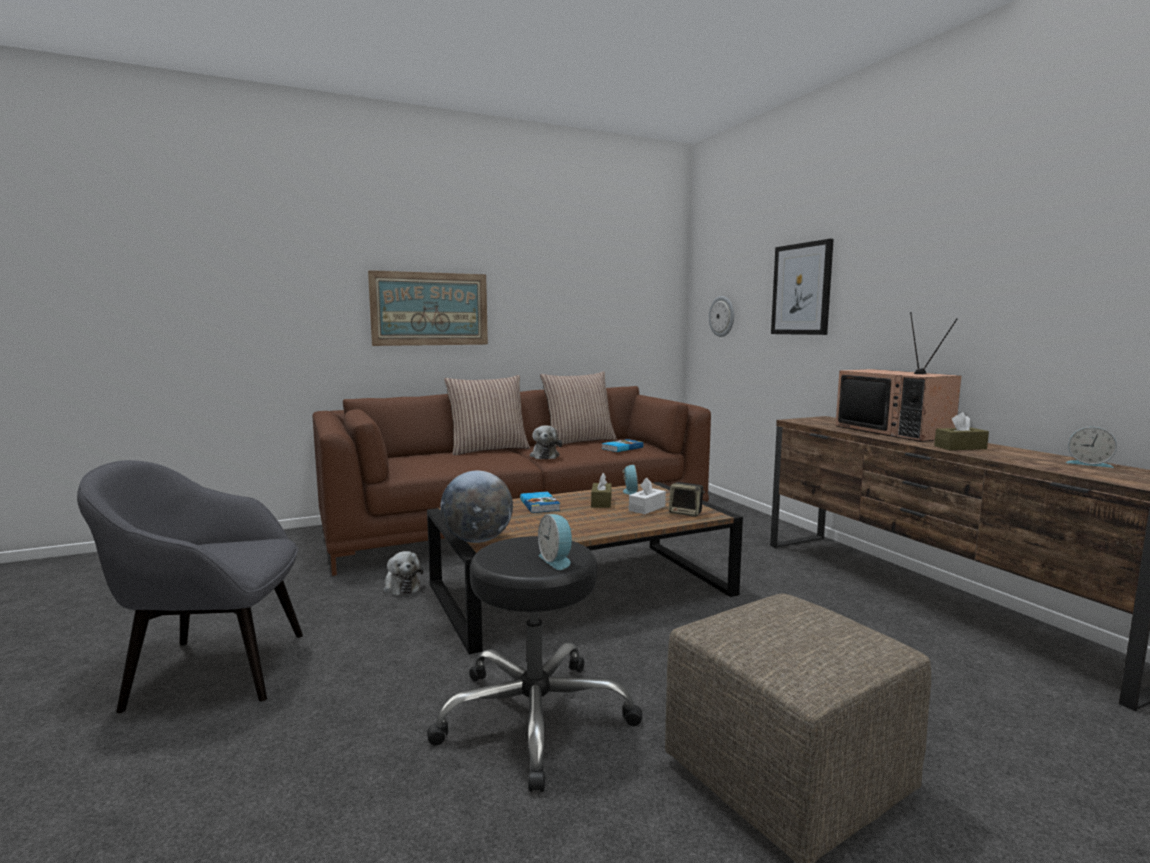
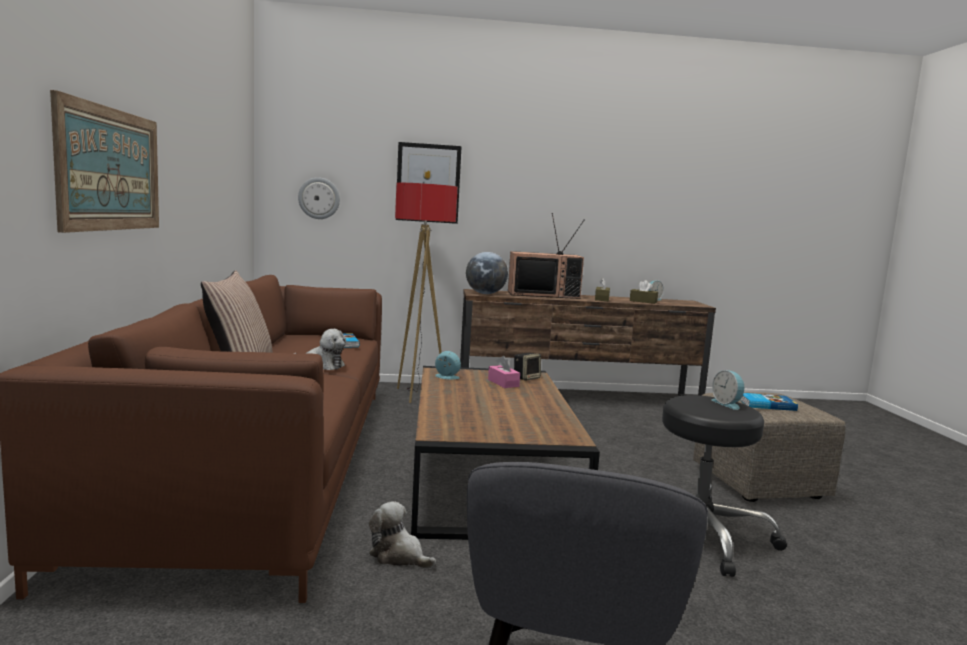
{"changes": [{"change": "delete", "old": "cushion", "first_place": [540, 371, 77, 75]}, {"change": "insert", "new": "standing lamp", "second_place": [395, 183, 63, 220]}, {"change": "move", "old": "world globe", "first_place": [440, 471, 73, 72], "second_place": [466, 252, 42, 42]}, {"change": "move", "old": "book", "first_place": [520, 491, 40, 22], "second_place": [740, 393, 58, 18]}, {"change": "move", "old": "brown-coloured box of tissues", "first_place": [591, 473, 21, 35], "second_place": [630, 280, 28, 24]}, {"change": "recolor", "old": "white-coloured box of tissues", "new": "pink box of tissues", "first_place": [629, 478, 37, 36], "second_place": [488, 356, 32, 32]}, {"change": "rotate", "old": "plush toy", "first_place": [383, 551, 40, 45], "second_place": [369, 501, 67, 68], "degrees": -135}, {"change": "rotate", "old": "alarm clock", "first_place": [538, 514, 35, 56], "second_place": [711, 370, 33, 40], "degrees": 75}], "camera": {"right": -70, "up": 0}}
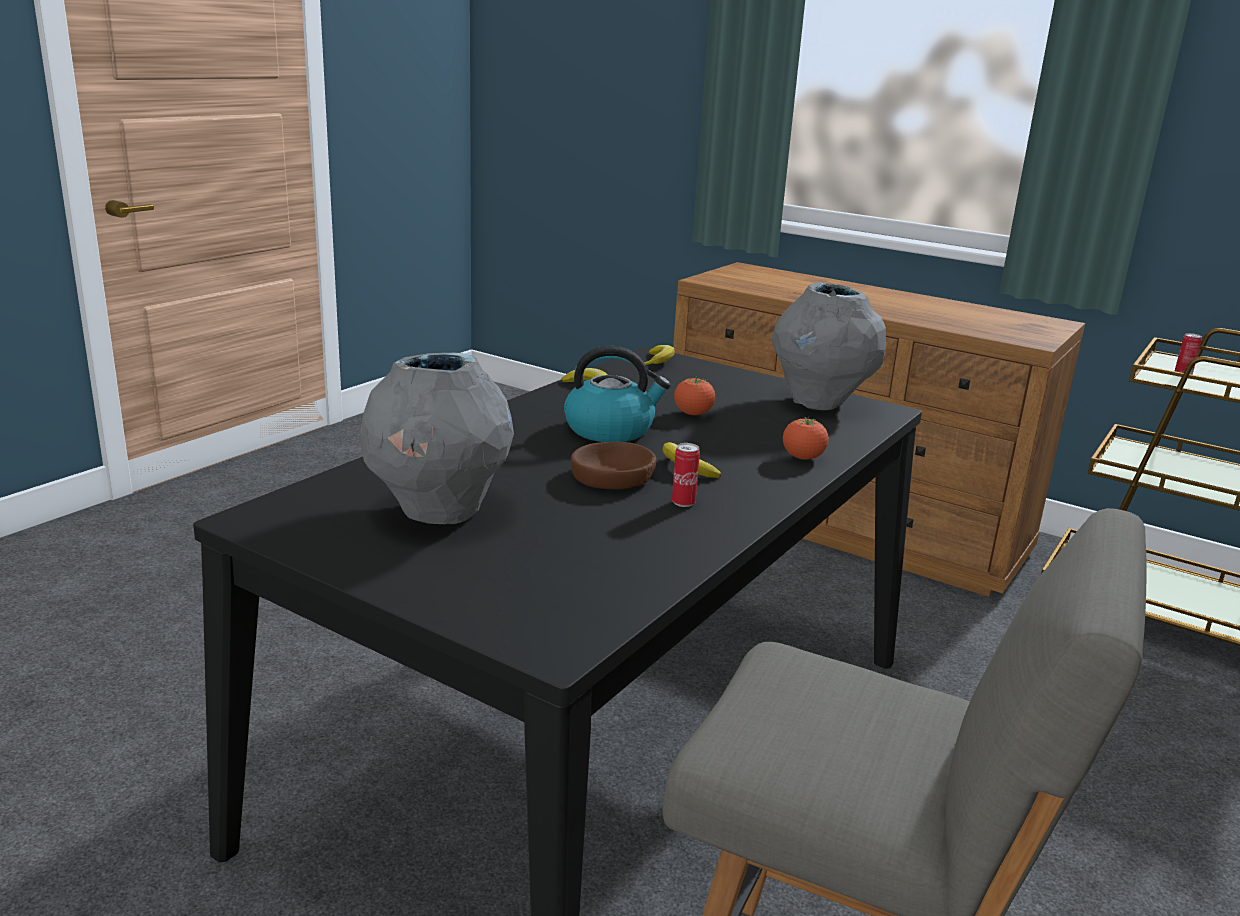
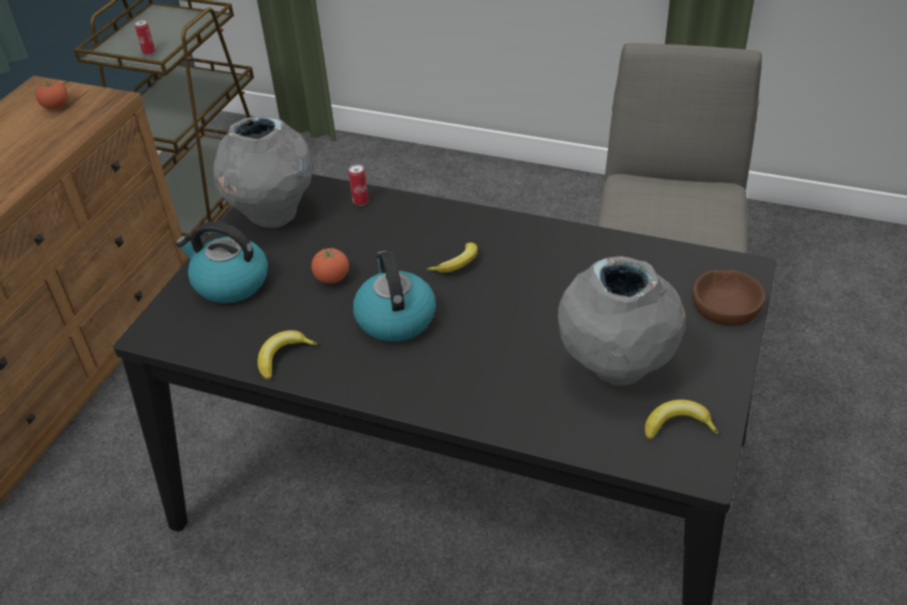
{"changes": [{"change": "insert", "new": "water kettle", "second_place": [176, 221, 92, 82]}, {"change": "move", "old": "brown-coloured deep dish", "first_place": [571, 442, 85, 47], "second_place": [692, 270, 73, 56]}, {"change": "move", "old": "banana fruit", "first_place": [644, 345, 31, 21], "second_place": [645, 400, 73, 40]}, {"change": "move", "old": "can", "first_place": [672, 443, 28, 64], "second_place": [348, 164, 20, 42]}, {"change": "move", "old": "whole tomato", "first_place": [783, 417, 46, 43], "second_place": [36, 80, 32, 30]}], "camera": {"right": -100, "up": 20}}
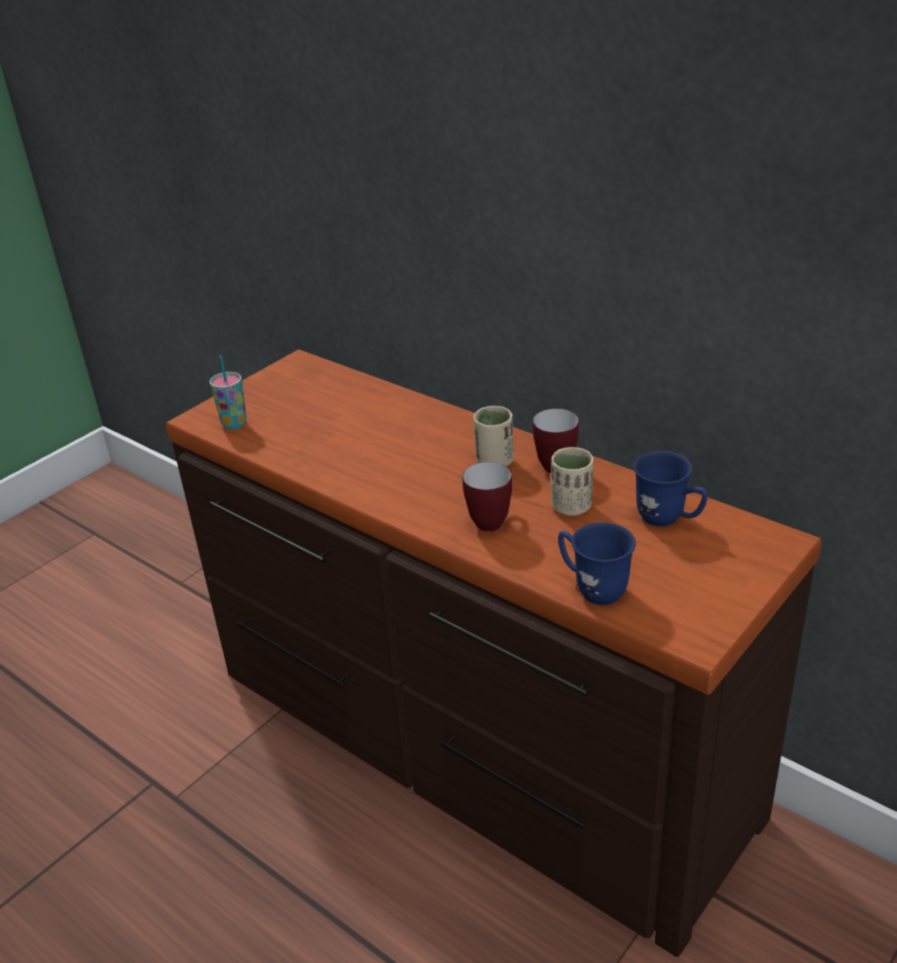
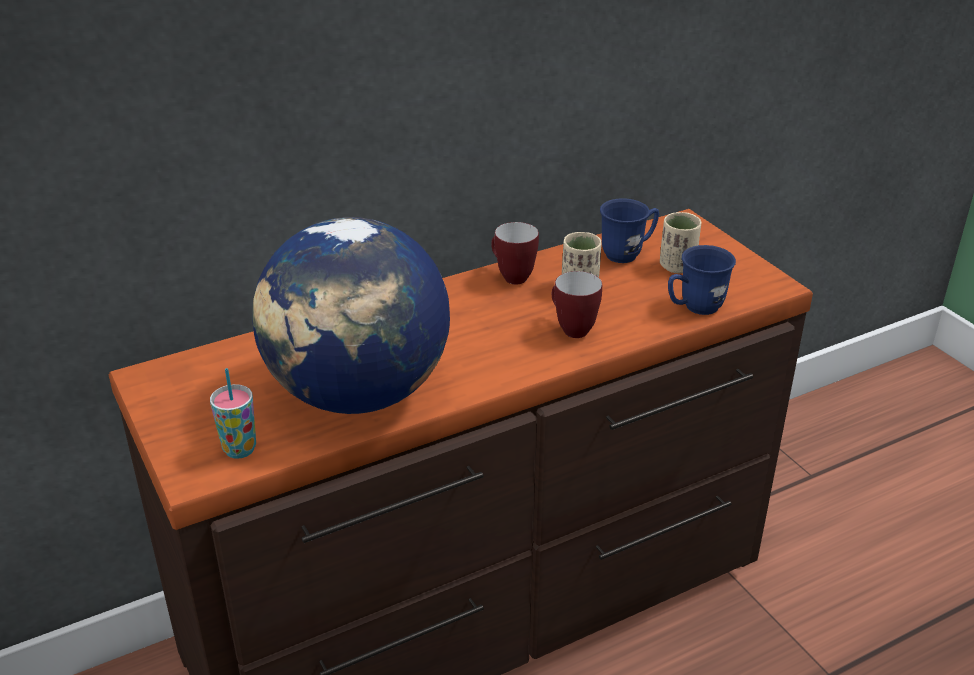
{"changes": [{"change": "insert", "new": "world globe", "second_place": [252, 217, 198, 197]}, {"change": "move", "old": "sand-coloured small cup", "first_place": [473, 406, 41, 60], "second_place": [660, 212, 41, 61]}], "camera": {"right": -70, "up": 0}}
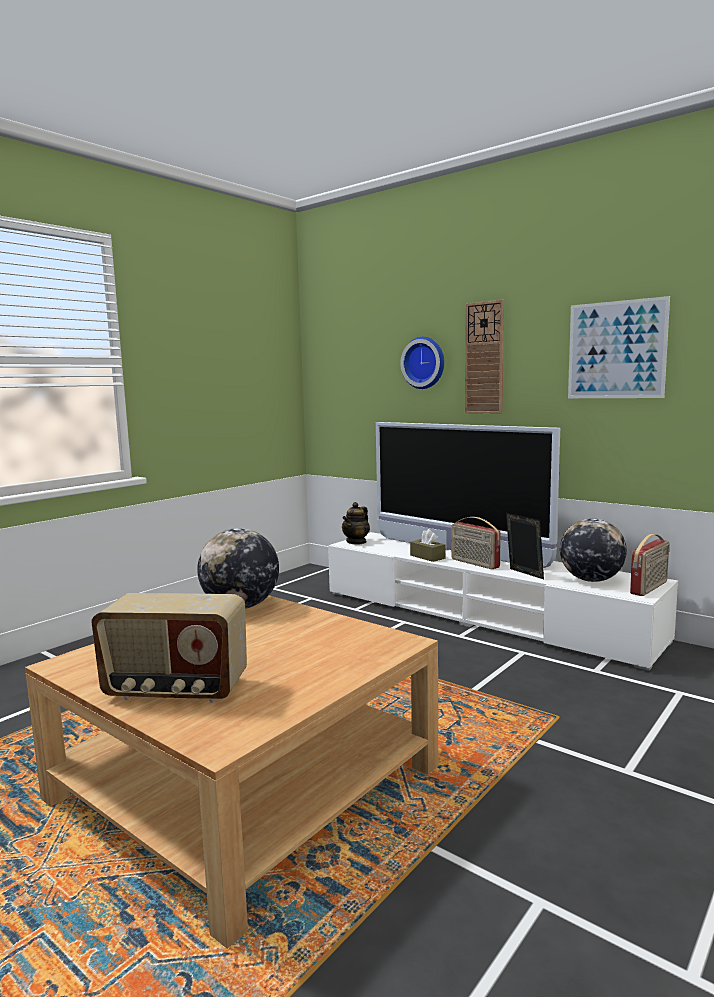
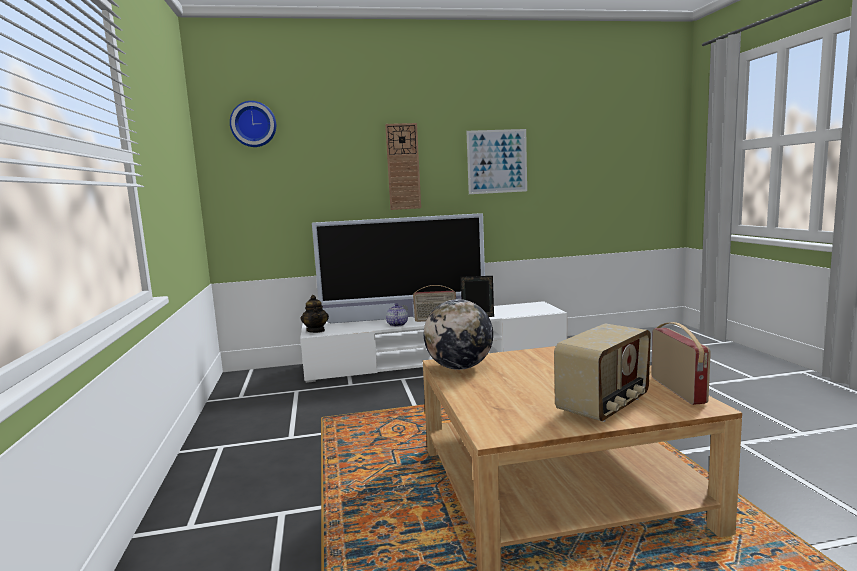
{"changes": [{"change": "delete", "old": "world globe", "first_place": [560, 518, 67, 64]}, {"change": "move", "old": "wall clock", "first_place": [400, 337, 44, 52], "second_place": [230, 101, 46, 46]}, {"change": "move", "old": "radio set", "first_place": [630, 534, 39, 62], "second_place": [651, 322, 60, 83]}, {"change": "replace", "old": "brown-coloured box of tissues", "new": "teapot", "first_place": [410, 529, 36, 33], "second_place": [386, 304, 22, 23]}], "camera": {"right": -50, "up": 0}}
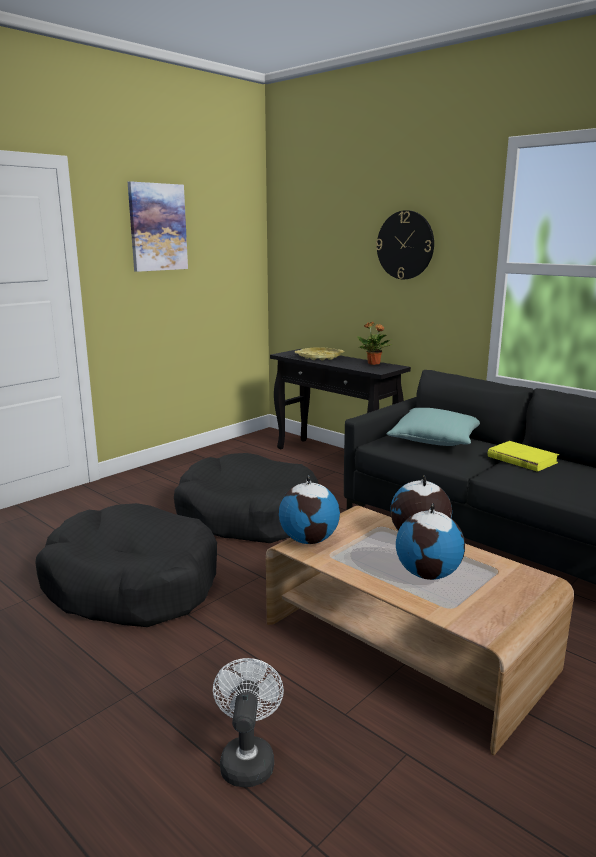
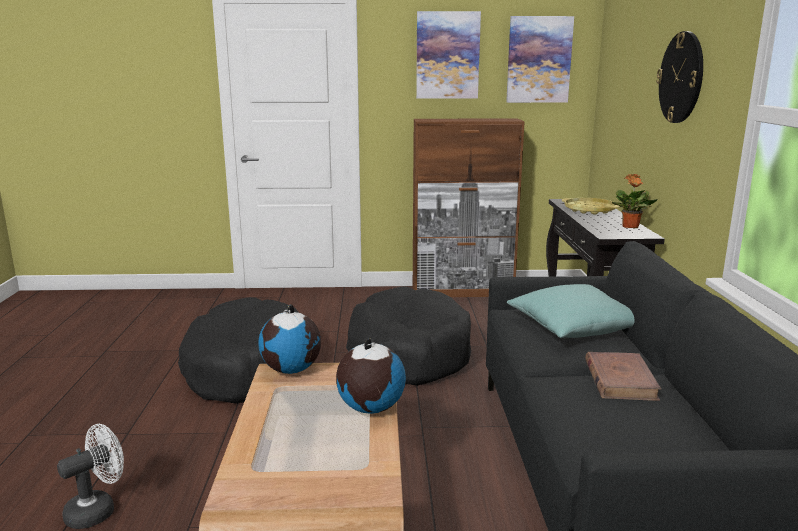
{"changes": [{"change": "delete", "old": "world globe", "first_place": [396, 503, 69, 77]}, {"change": "insert", "new": "brown-coloured cabinet", "second_place": [413, 118, 112, 179]}, {"change": "insert", "new": "wall picture", "second_place": [506, 16, 68, 87]}, {"change": "recolor", "old": "yellow book", "new": "brown-coloured book", "first_place": [488, 441, 71, 31], "second_place": [585, 352, 76, 49]}], "camera": {"right": 45, "up": 0}}
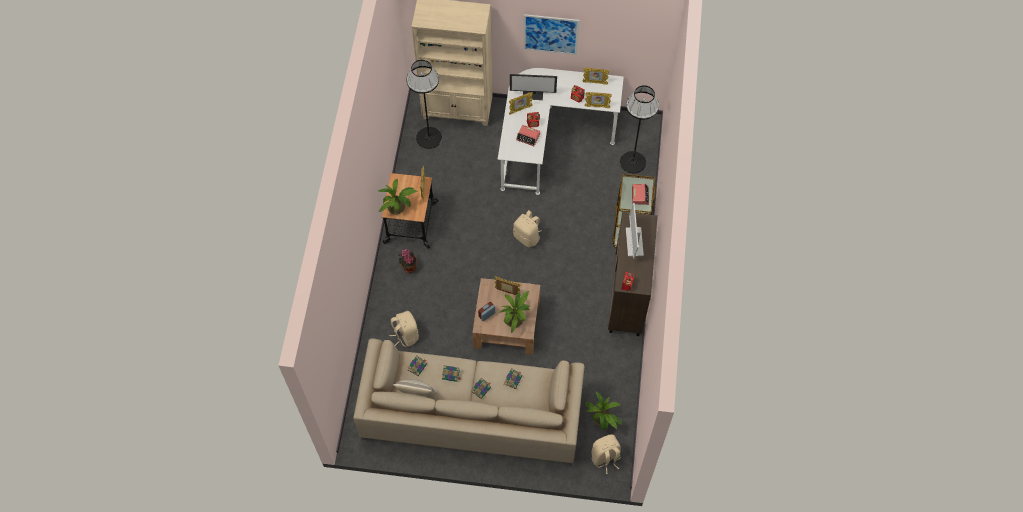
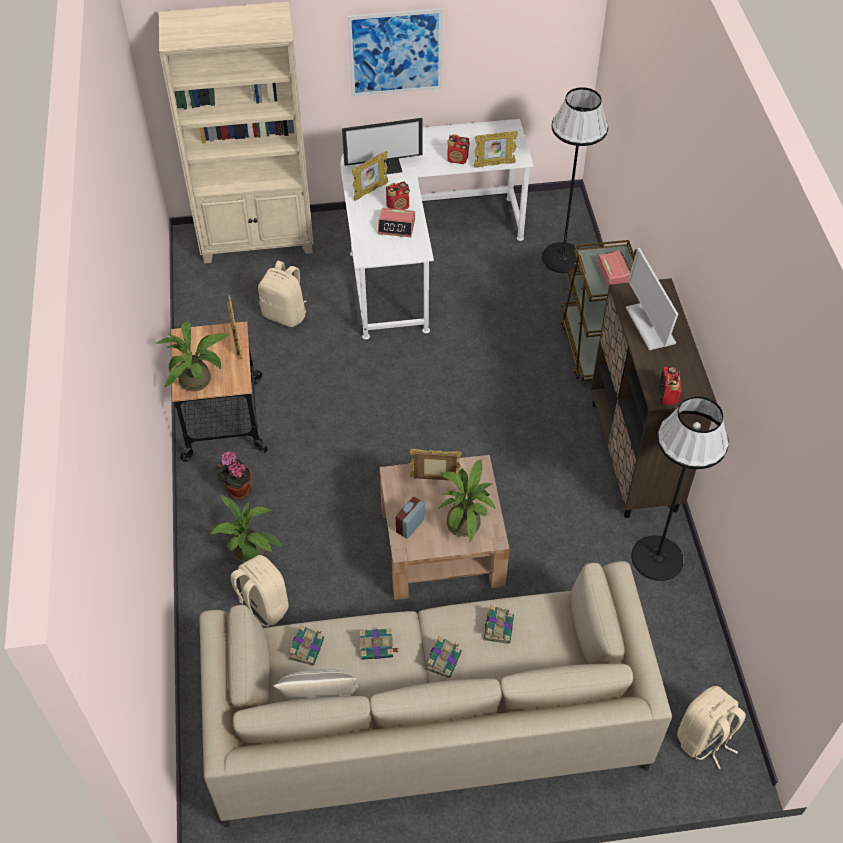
{"changes": [{"change": "delete", "old": "photo frame", "first_place": [582, 68, 27, 17]}, {"change": "move", "old": "black-coloured standing lamp", "first_place": [406, 60, 36, 89], "second_place": [631, 396, 98, 185]}, {"change": "move", "old": "sand-coloured backpack", "first_place": [513, 210, 28, 38], "second_place": [258, 261, 48, 66]}, {"change": "move", "old": "houseplant", "first_place": [585, 391, 37, 39], "second_place": [210, 495, 73, 68]}], "camera": {"right": -15, "up": -10}}
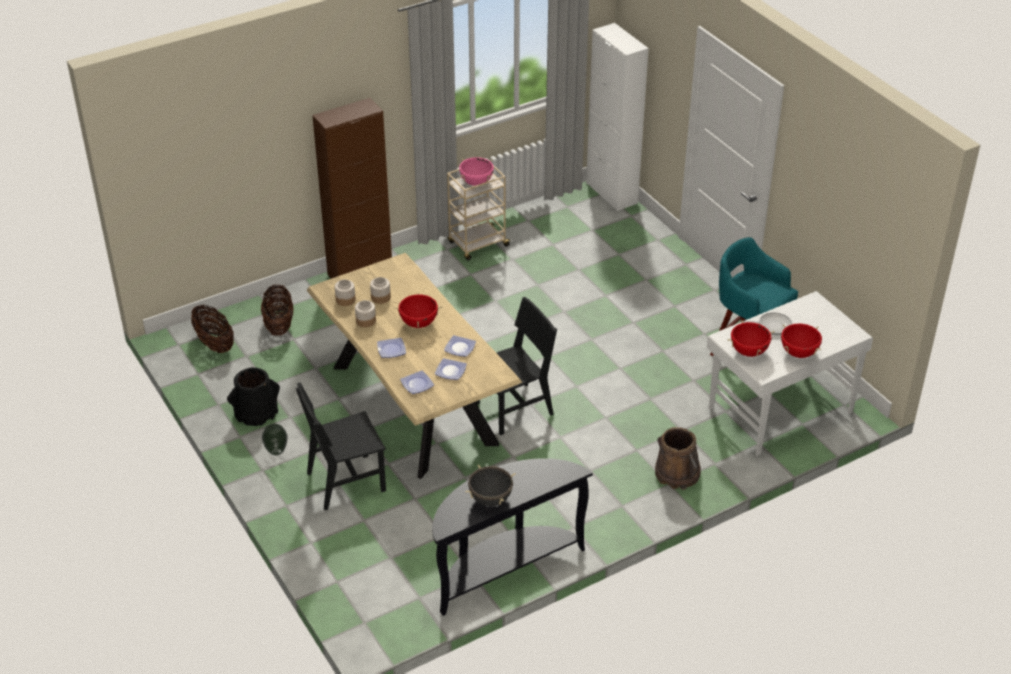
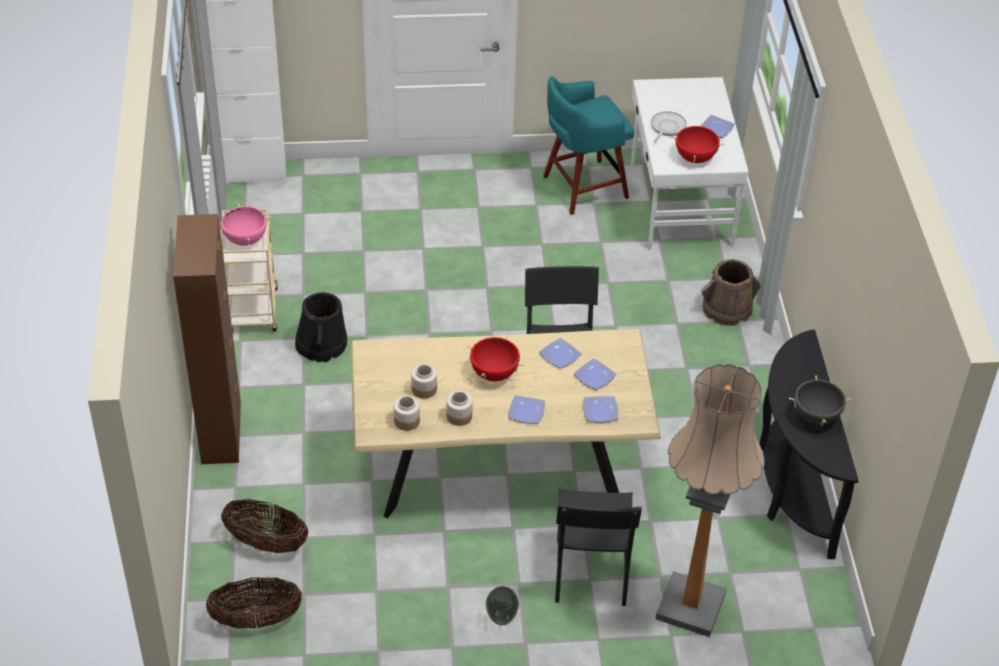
{"changes": [{"change": "insert", "new": "standing lamp", "second_place": [656, 364, 109, 273]}, {"change": "move", "old": "black-coloured bucket", "first_place": [227, 367, 53, 59], "second_place": [295, 292, 52, 70]}, {"change": "replace", "old": "red stockpot", "new": "dinner plate", "first_place": [781, 323, 41, 35], "second_place": [702, 115, 32, 23]}], "camera": {"right": -65, "up": 5}}
